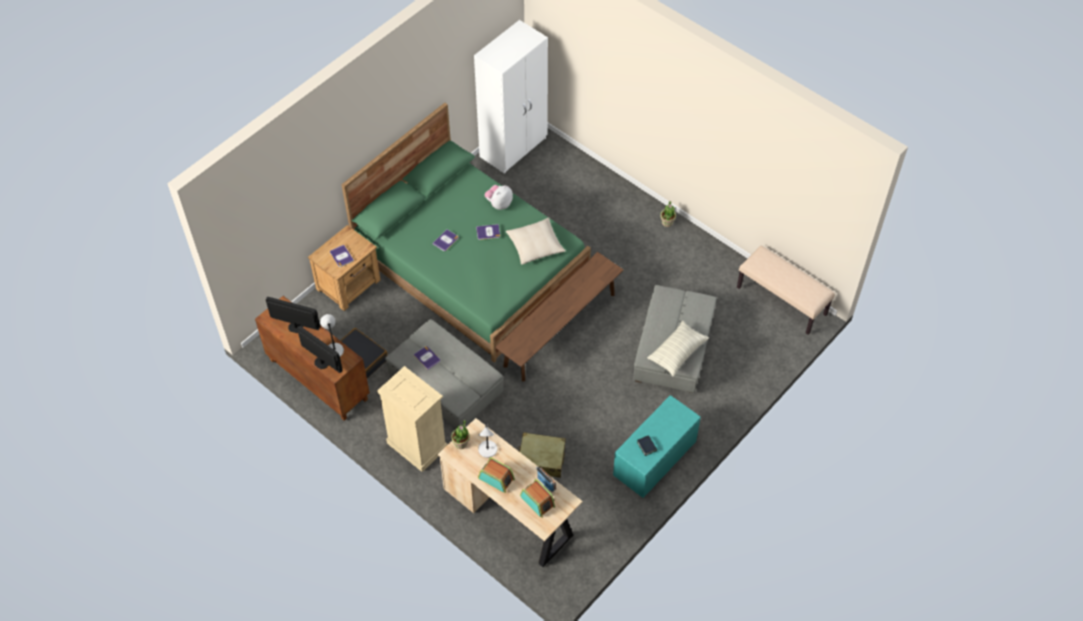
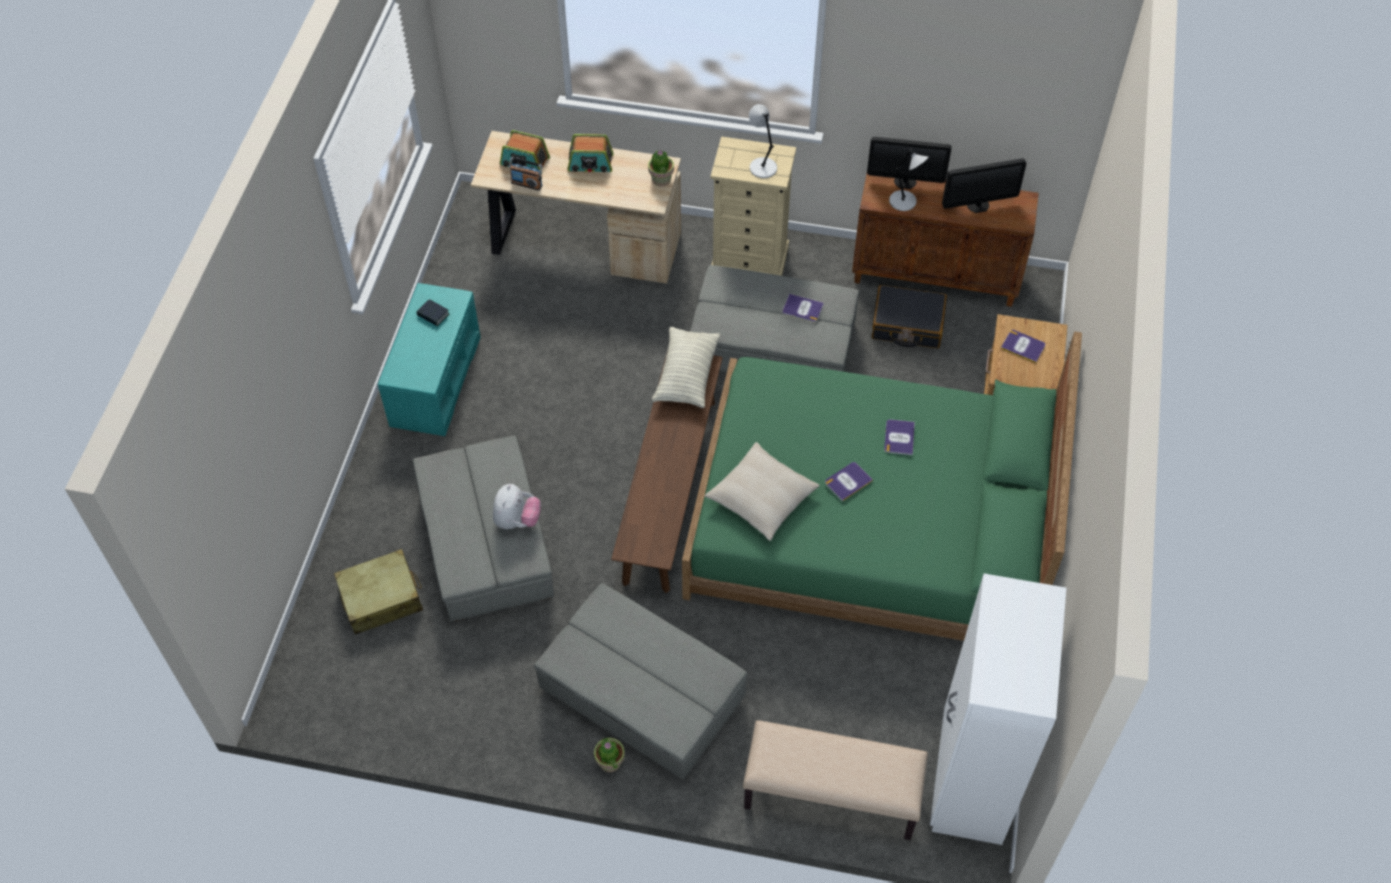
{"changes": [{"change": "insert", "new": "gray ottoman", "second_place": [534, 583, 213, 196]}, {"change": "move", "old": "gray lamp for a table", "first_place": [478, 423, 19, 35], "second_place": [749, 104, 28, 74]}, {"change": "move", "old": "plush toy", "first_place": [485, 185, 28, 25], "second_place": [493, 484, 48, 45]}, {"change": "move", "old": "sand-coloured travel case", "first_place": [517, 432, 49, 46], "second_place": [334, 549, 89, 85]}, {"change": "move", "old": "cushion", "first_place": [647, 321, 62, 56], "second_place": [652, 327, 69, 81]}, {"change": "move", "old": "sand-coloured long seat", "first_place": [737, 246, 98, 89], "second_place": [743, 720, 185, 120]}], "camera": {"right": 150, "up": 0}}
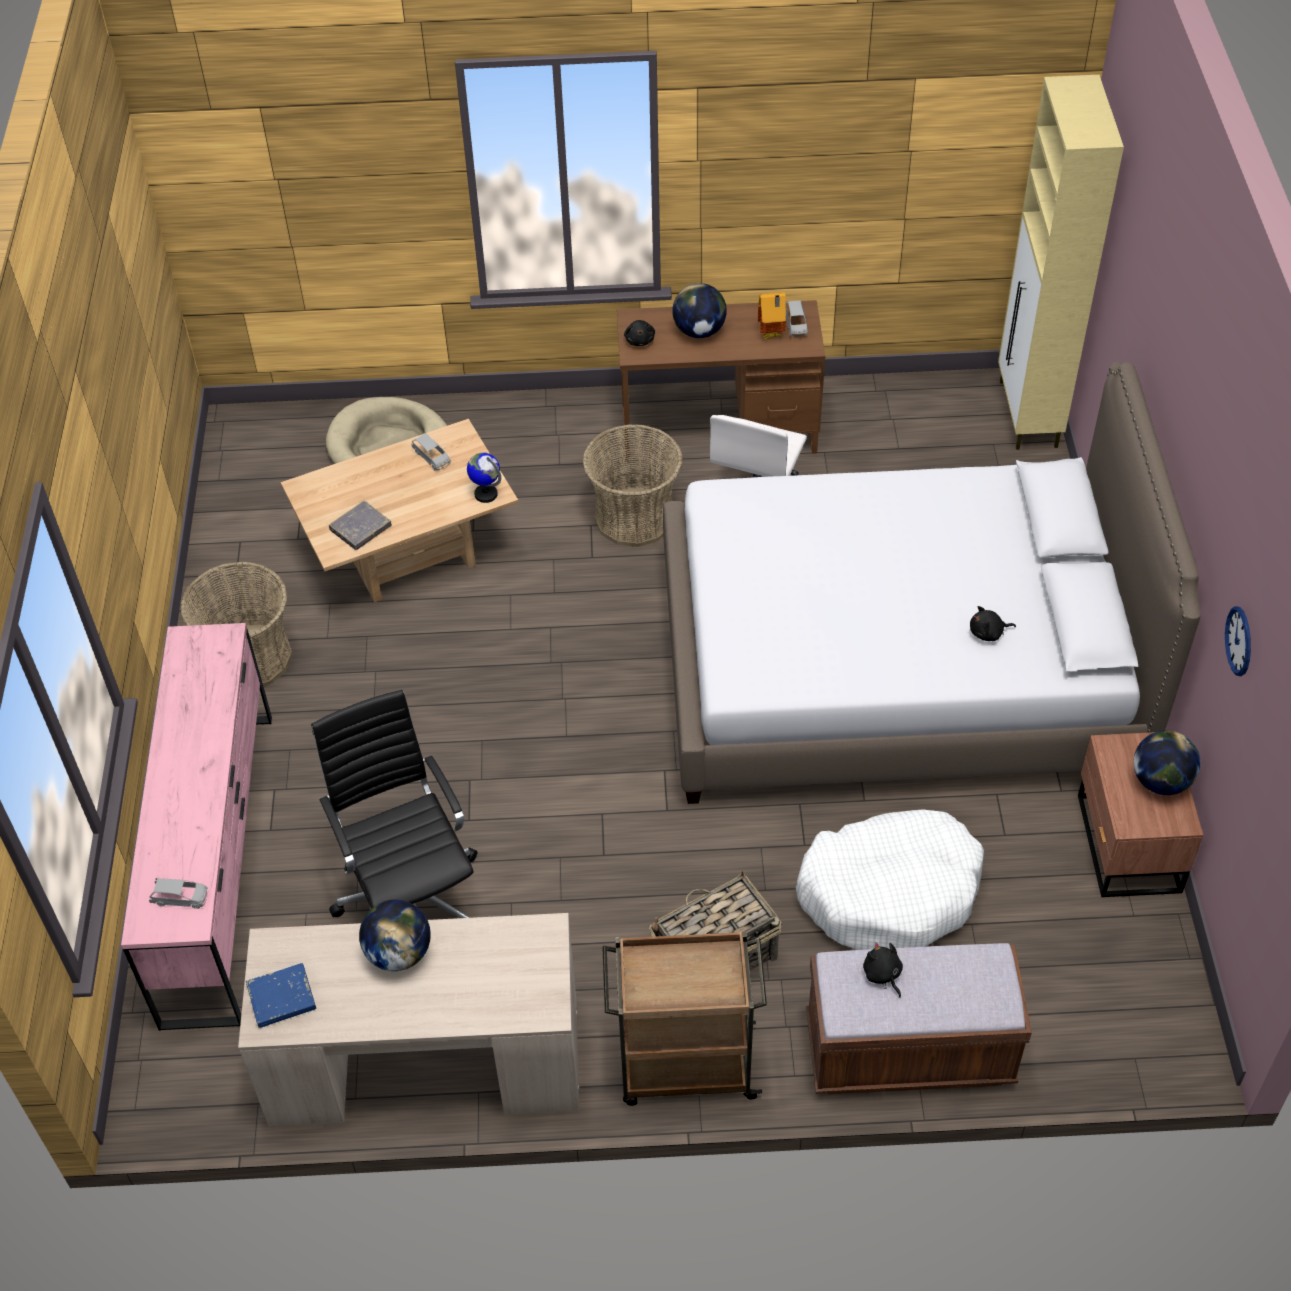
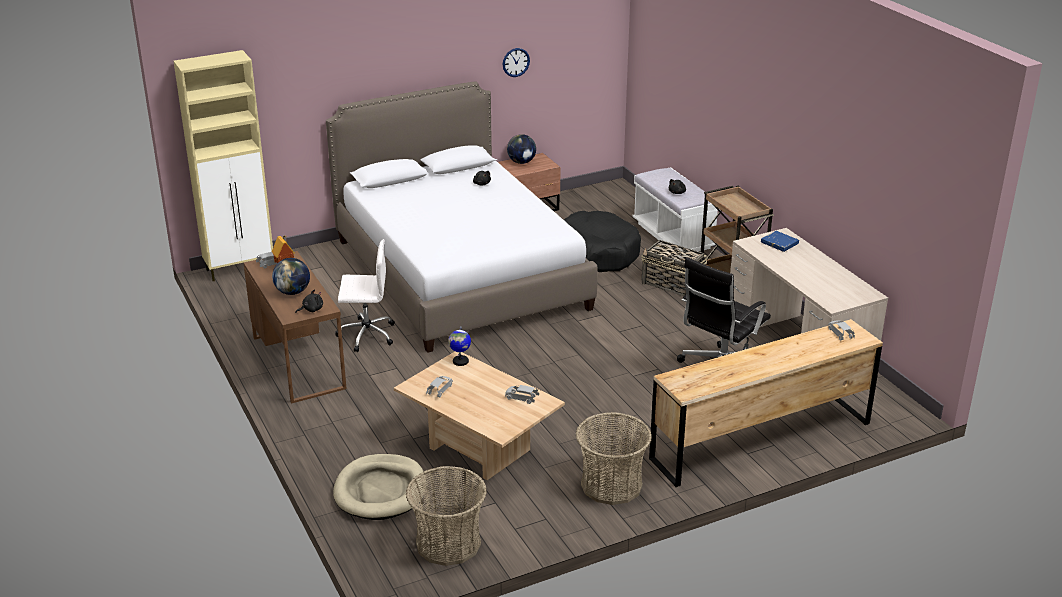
{"changes": [{"change": "delete", "old": "world globe", "first_place": [359, 900, 72, 71]}, {"change": "move", "old": "bluish book", "first_place": [246, 963, 70, 65], "second_place": [761, 231, 38, 21]}, {"change": "move", "old": "basket", "first_place": [582, 424, 101, 123], "second_place": [406, 466, 81, 100]}, {"change": "replace", "old": "gray book", "new": "gray model car", "first_place": [329, 501, 63, 49], "second_place": [505, 385, 34, 19]}, {"change": "recolor", "old": "pink dresser", "new": "brown-coloured dresser", "first_place": [121, 623, 151, 408], "second_place": [649, 319, 234, 168]}, {"change": "recolor", "old": "white-coloured dog cushion", "new": "black-coloured dog cushion", "first_place": [796, 809, 188, 141], "second_place": [564, 211, 77, 61]}, {"change": "recolor", "old": "brown-coloured long seat", "new": "white-coloured long seat", "first_place": [806, 943, 226, 151], "second_place": [633, 167, 86, 85]}], "camera": {"right": -115, "up": -20}}
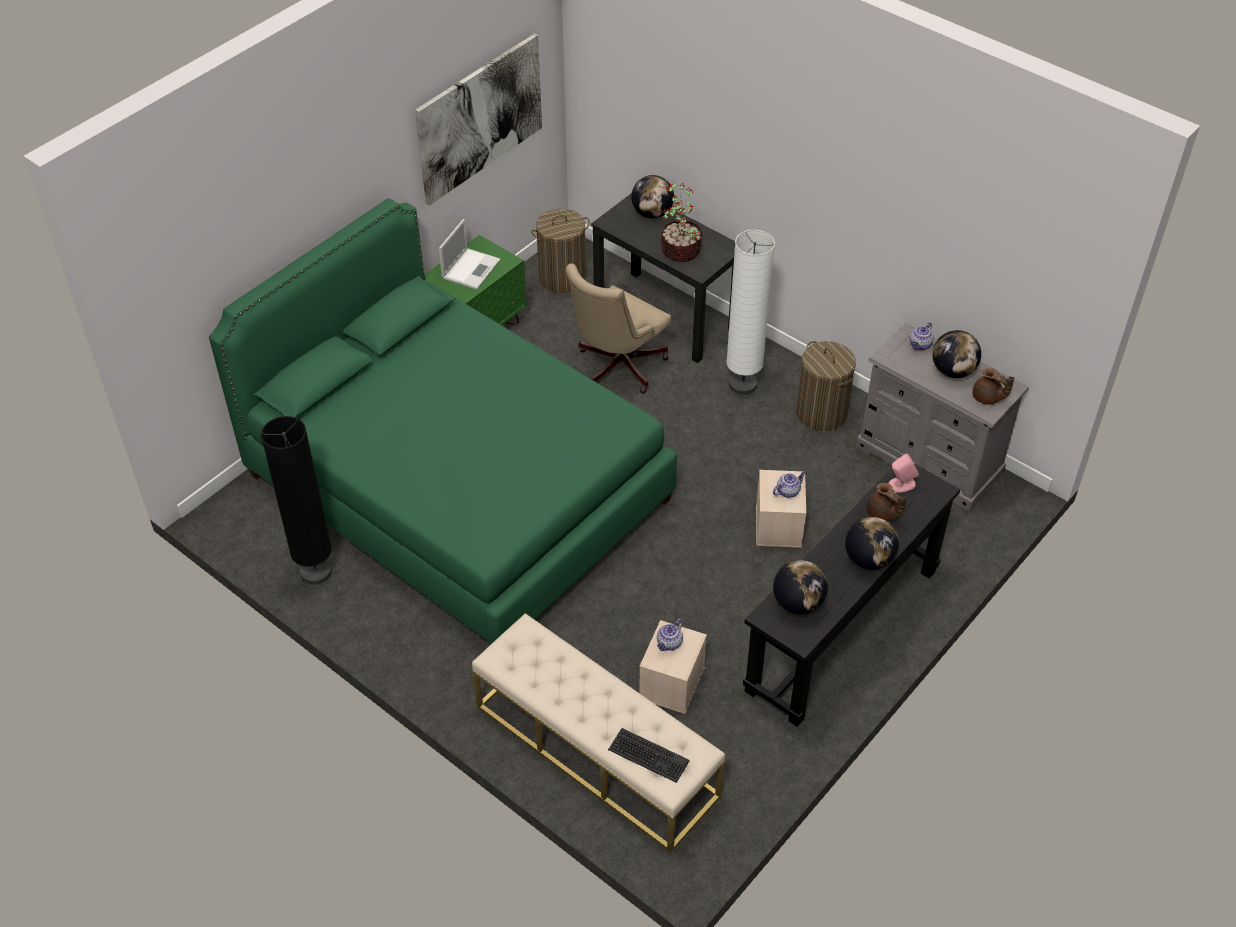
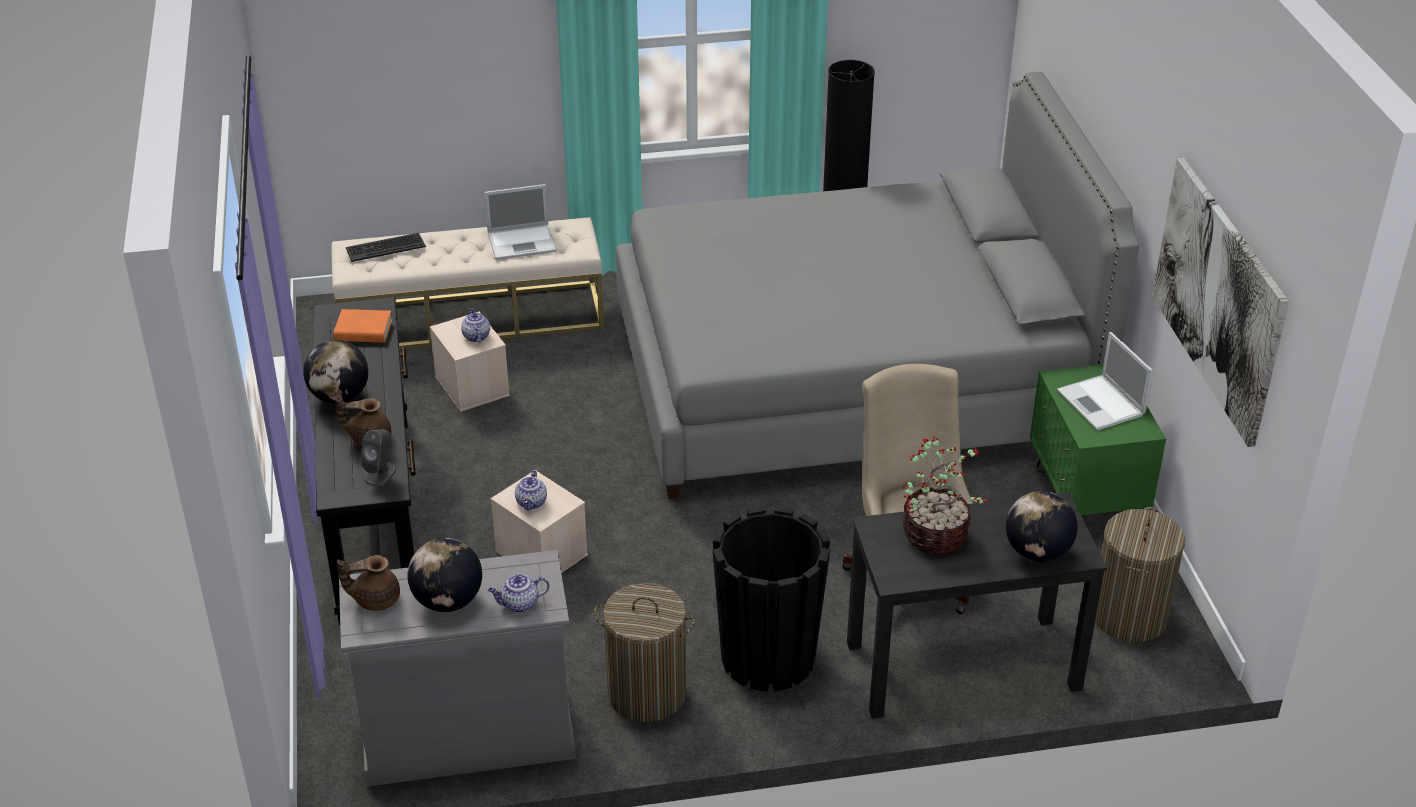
{"changes": [{"change": "insert", "new": "laptop", "second_place": [484, 184, 73, 76]}, {"change": "replace", "old": "white-coloured standing lamp", "new": "black-coloured plant pot", "first_place": [726, 230, 49, 165], "second_place": [713, 506, 118, 186]}, {"change": "replace", "old": "world globe", "new": "orangey book", "first_place": [773, 560, 55, 54], "second_place": [334, 309, 58, 34]}, {"change": "recolor", "old": "green-coloured bed", "new": "gray bed", "first_place": [209, 198, 468, 447], "second_place": [616, 72, 523, 427]}, {"change": "recolor", "old": "pink speaker", "new": "gray speaker", "first_place": [888, 453, 31, 40], "second_place": [361, 429, 35, 57]}, {"change": "rotate", "old": "teapot", "first_place": [910, 322, 24, 28], "second_place": [488, 574, 62, 39], "degrees": -90}], "camera": {"right": 130, "up": -10}}
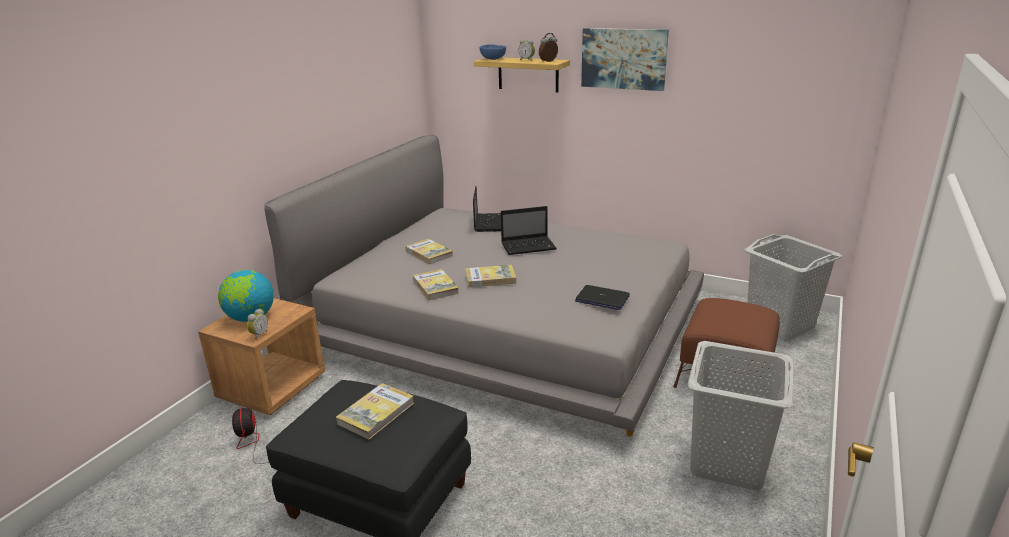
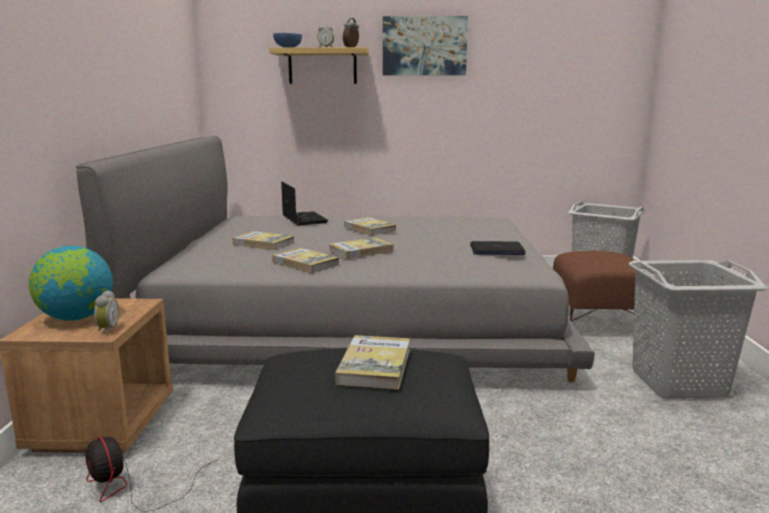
{"changes": [{"change": "replace", "old": "laptop", "new": "book", "first_place": [501, 206, 56, 49], "second_place": [344, 217, 52, 18]}], "camera": {"right": -25, "up": -10}}
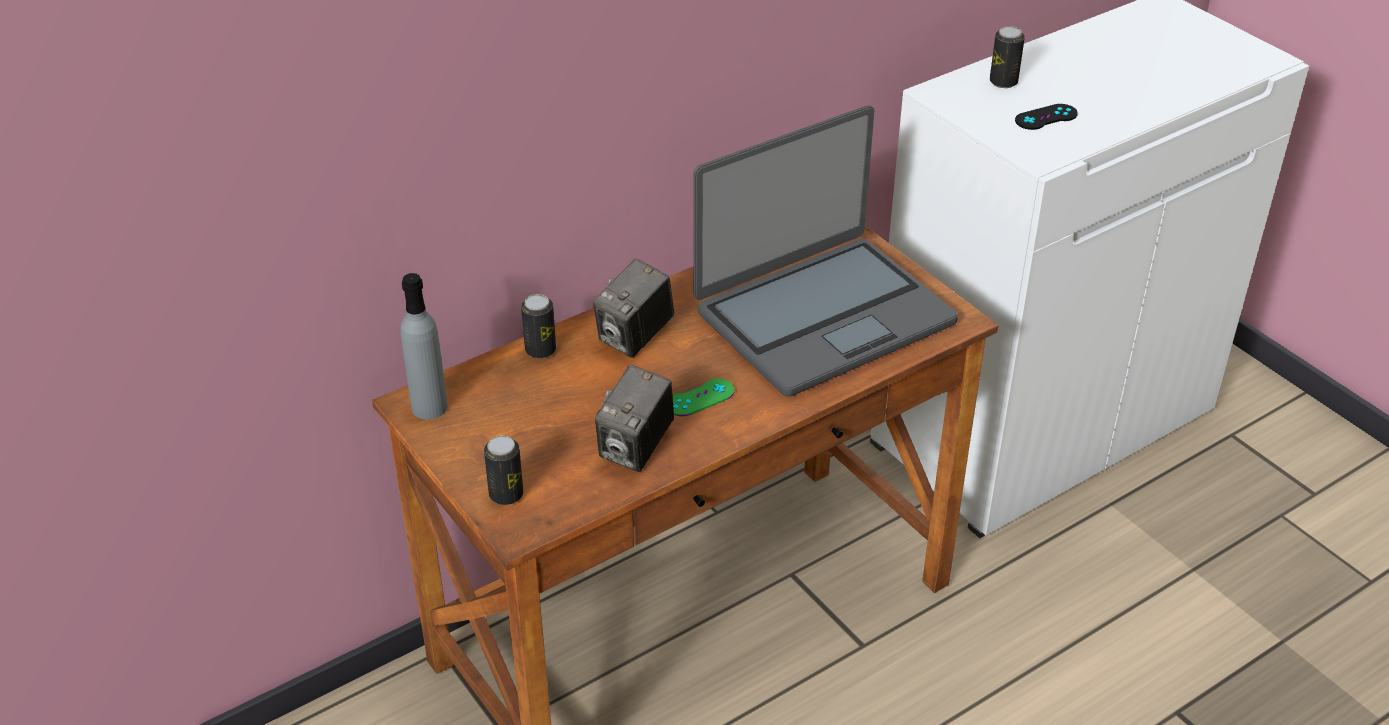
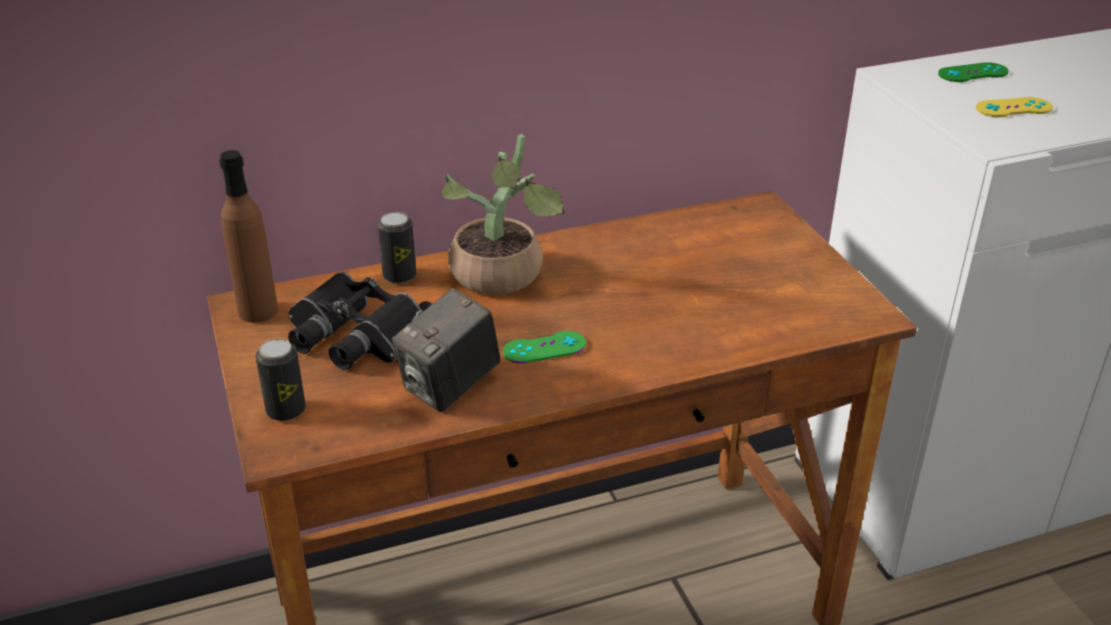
{"changes": [{"change": "delete", "old": "laptop", "first_place": [694, 106, 264, 291]}, {"change": "insert", "new": "black-coloured binoculars", "second_place": [288, 271, 144, 99]}, {"change": "replace", "old": "still camera", "new": "houseplant", "first_place": [593, 259, 81, 99], "second_place": [442, 134, 122, 161]}, {"change": "replace", "old": "can", "new": "green-coloured joypad", "first_place": [990, 26, 35, 62], "second_place": [938, 62, 71, 20]}, {"change": "recolor", "old": "gray bottle", "new": "brown-coloured bottle", "first_place": [400, 273, 48, 147], "second_place": [219, 150, 59, 173]}, {"change": "recolor", "old": "black-coloured joypad", "new": "yellow joypad", "first_place": [1015, 104, 63, 26], "second_place": [976, 97, 77, 20]}], "camera": {"right": 15, "up": -5}}
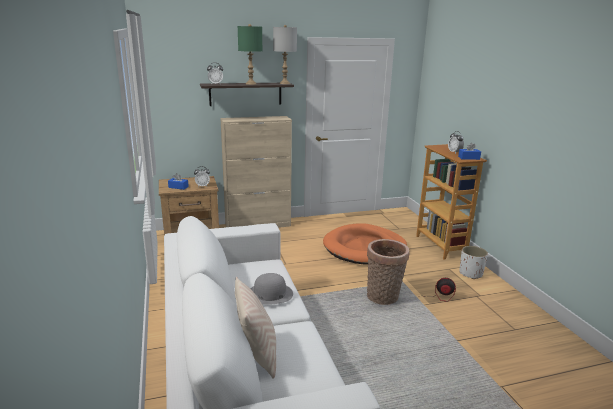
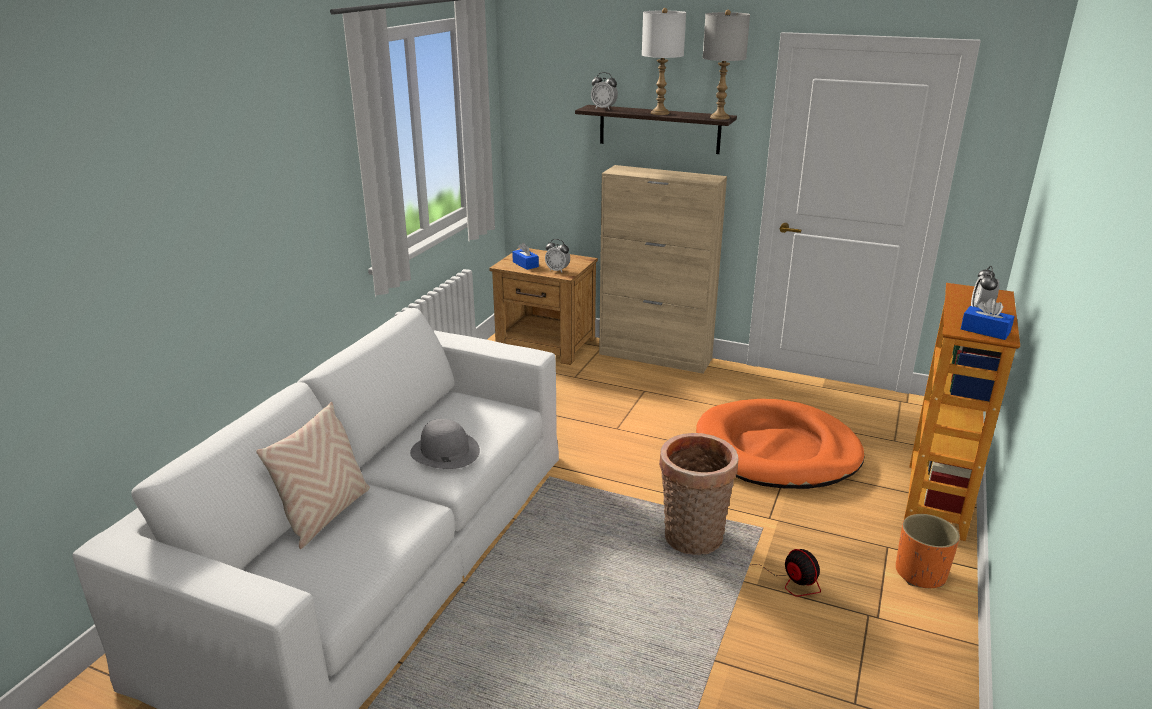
{"changes": [{"change": "recolor", "old": "green-coloured lamp for a table", "new": "white-coloured lamp for a table", "first_place": [238, 24, 24, 61], "second_place": [642, 8, 44, 107]}, {"change": "recolor", "old": "white-coloured plant pot", "new": "orangey plant pot", "first_place": [459, 246, 29, 33], "second_place": [896, 514, 64, 74]}], "camera": {"right": 40, "up": 5}}
